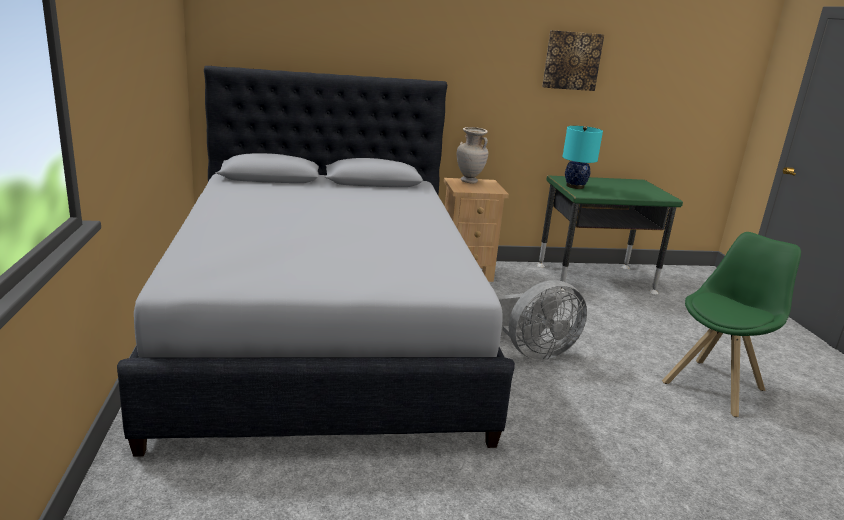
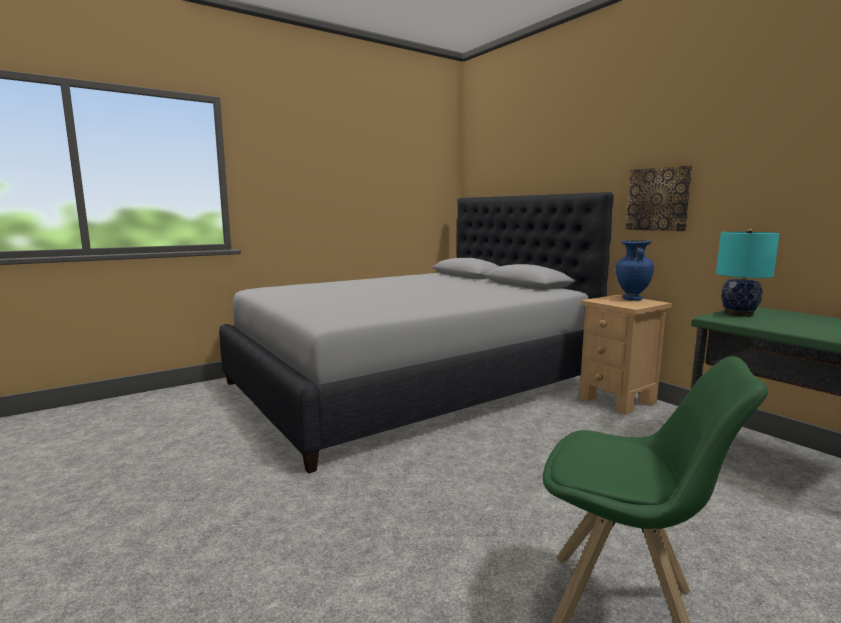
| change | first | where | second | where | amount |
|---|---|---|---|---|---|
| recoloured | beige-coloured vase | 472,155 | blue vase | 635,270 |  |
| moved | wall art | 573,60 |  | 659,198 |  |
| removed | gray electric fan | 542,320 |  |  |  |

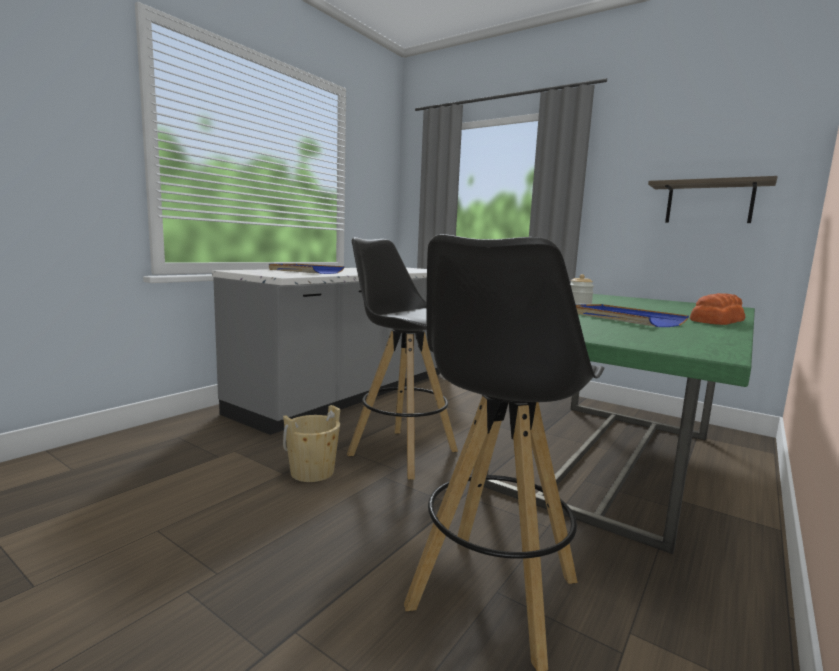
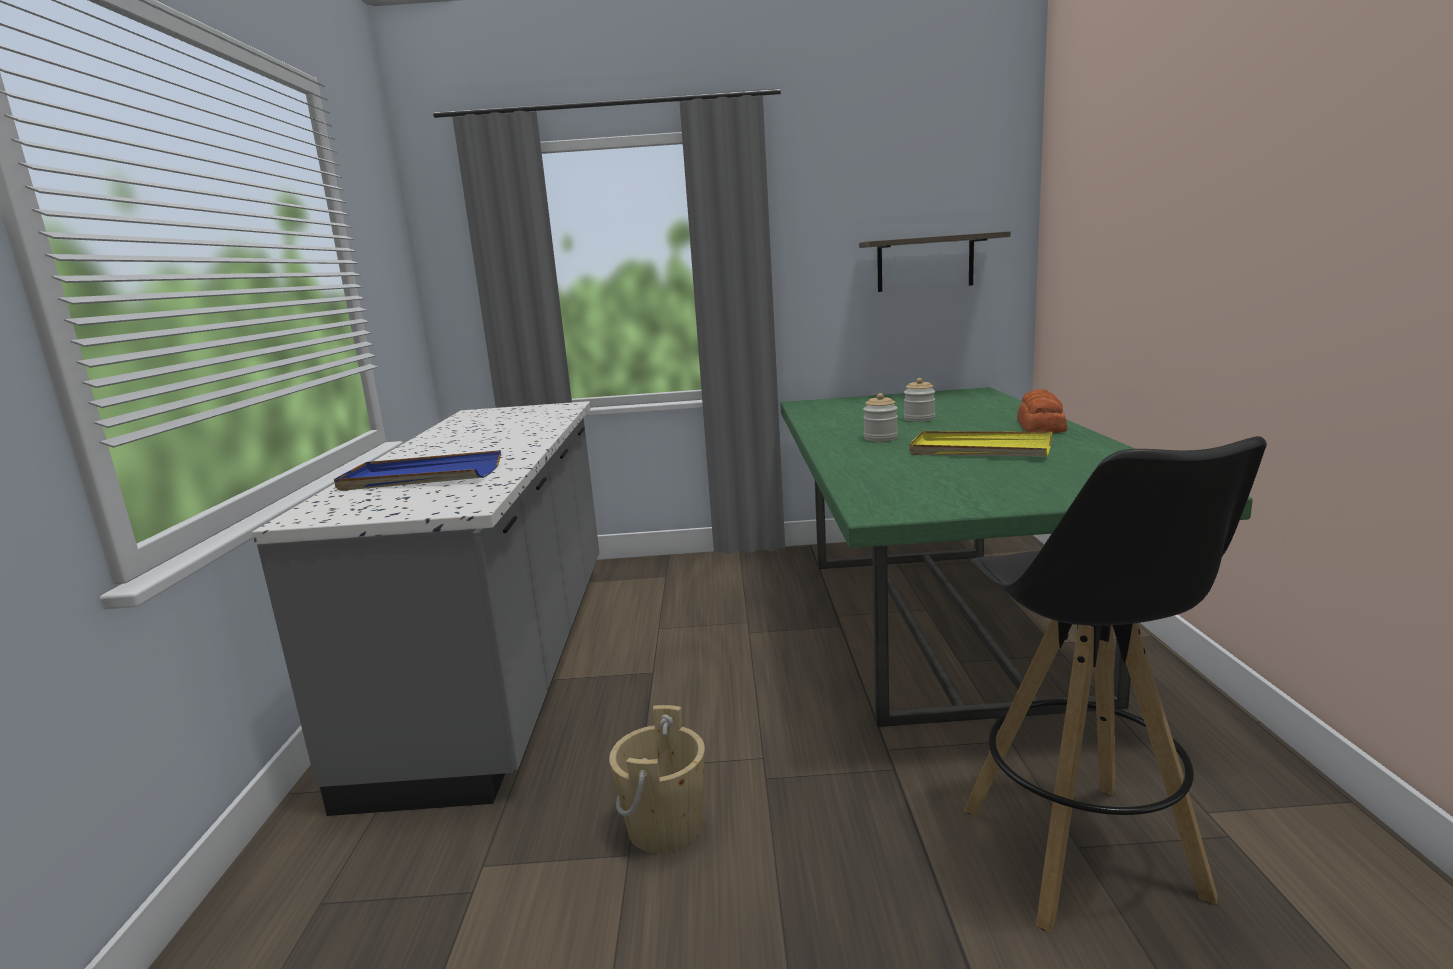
| change | first | where | second | where | amount |
|---|---|---|---|---|---|
| added |  |  | preserve jar | 919,400 |  |
| recoloured | blue carrying tray | 632,315 | yellow carrying tray | 980,444 |  |
| removed | blackish sitting stool | 402,358 |  |  |  |

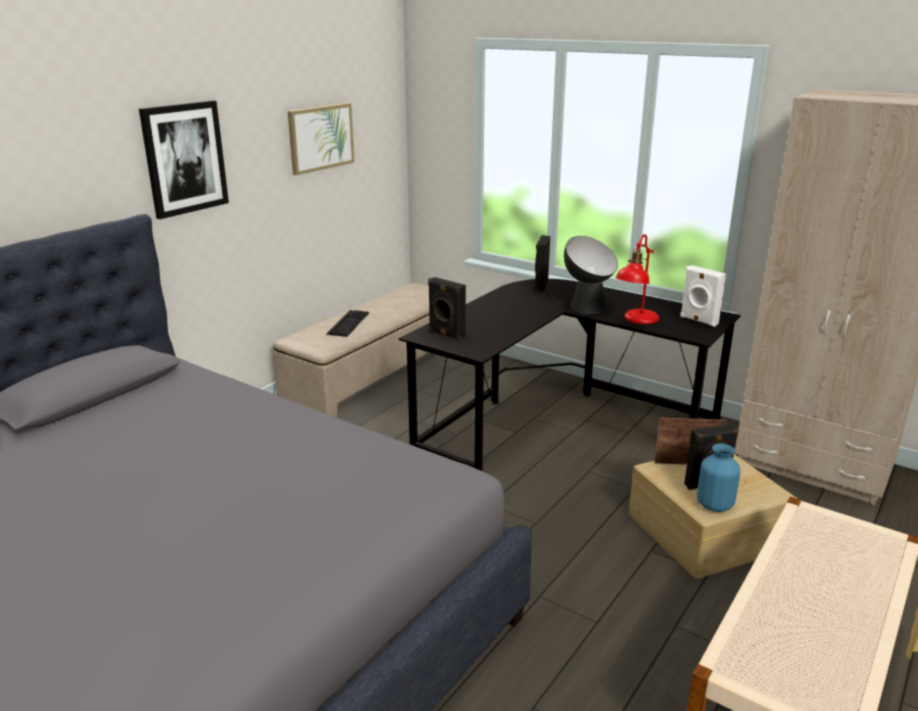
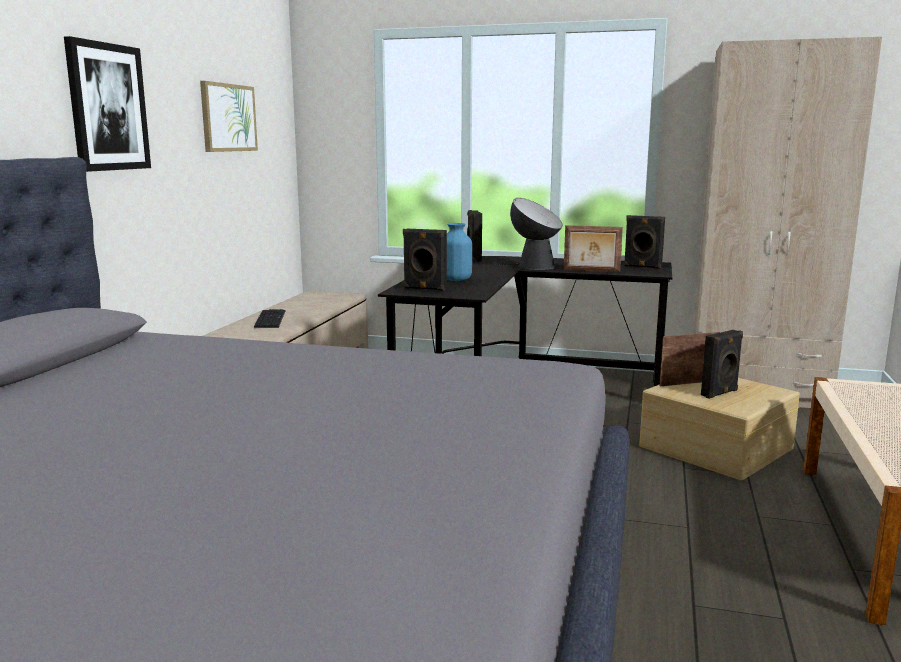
| change | first | where | second | where | amount |
|---|---|---|---|---|---|
| moved | blue vase | 718,477 |  | 459,252 |  |
| replaced | reddish lamp for a table | 637,279 | standing frame | 593,248 |  |
| recoloured | white speaker | 703,296 | blackish speaker | 644,242 |  |

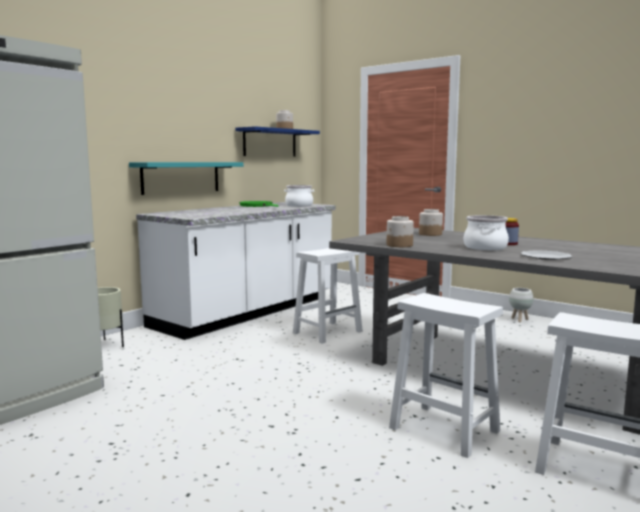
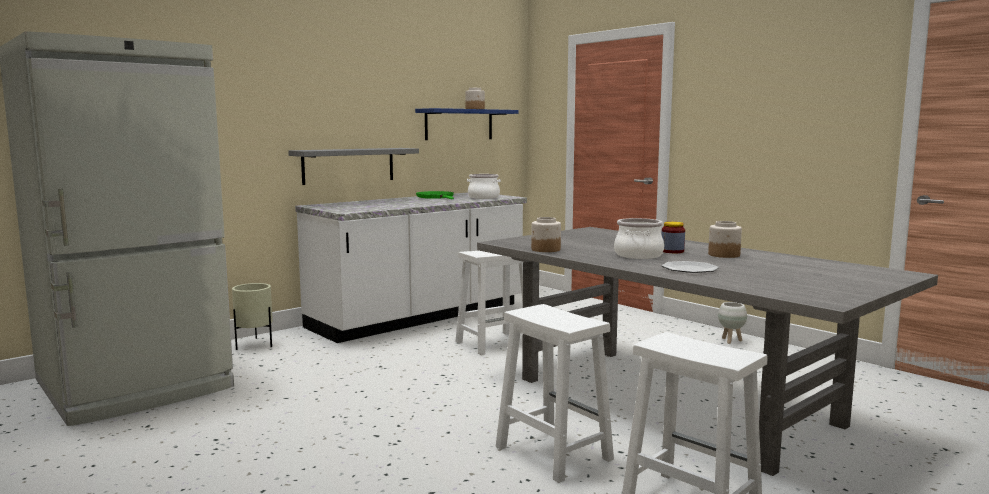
| change | first | where | second | where | amount |
|---|---|---|---|---|---|
| recoloured | turquoise-coloured shelf | 186,178 | gray shelf | 353,166 |  |
| moved | preserve jar | 431,222 |  | 725,239 |  |

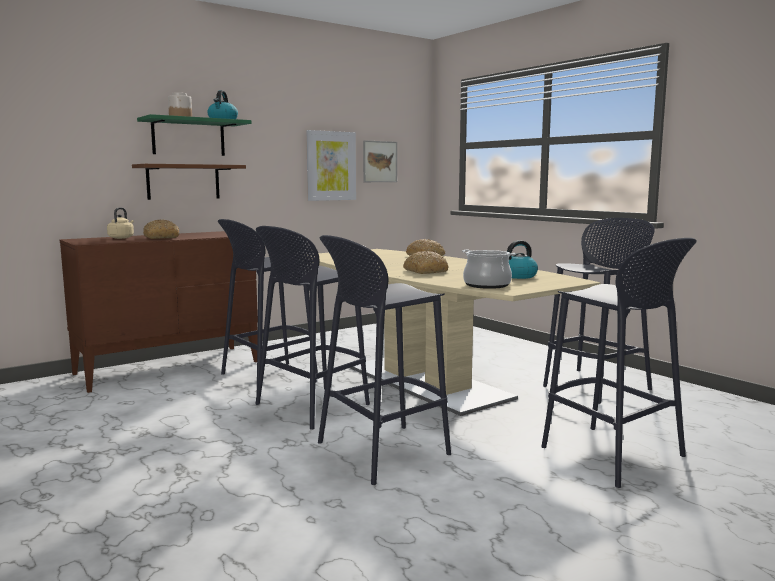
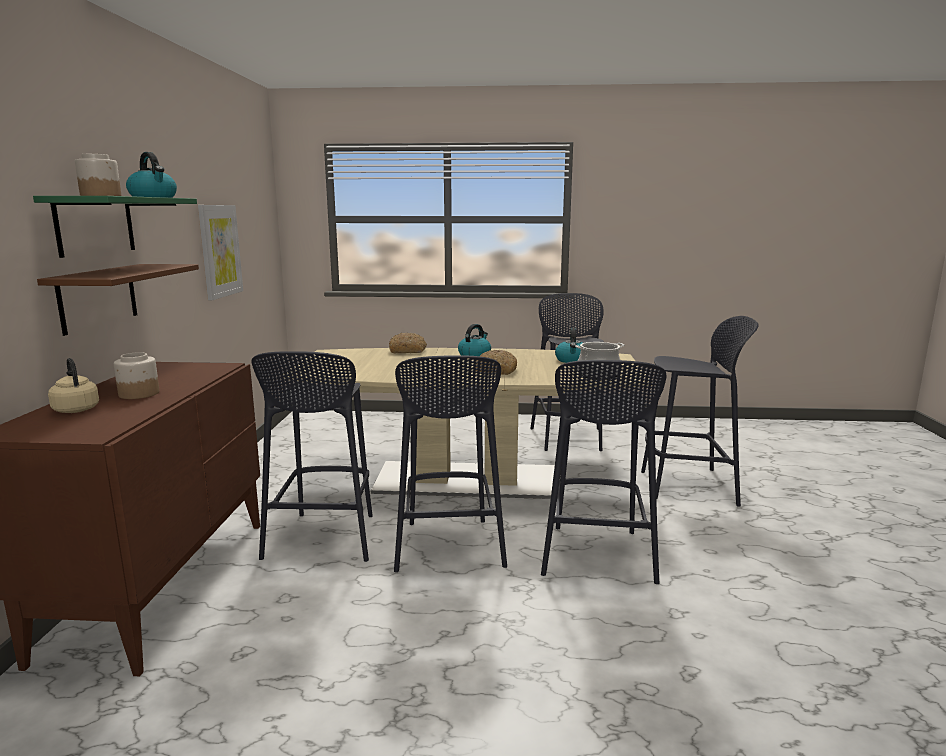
| change | first | where | second | where | amount |
|---|---|---|---|---|---|
| replaced | bakery bread | 161,229 | preserve jar | 136,375 |  |
| added |  |  | tea kettle | 474,340 |  |
| removed | wall art | 380,161 |  |  |  |

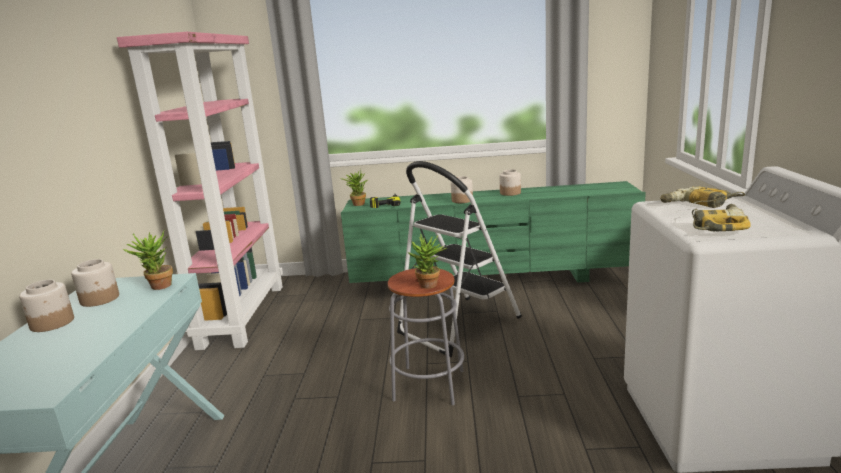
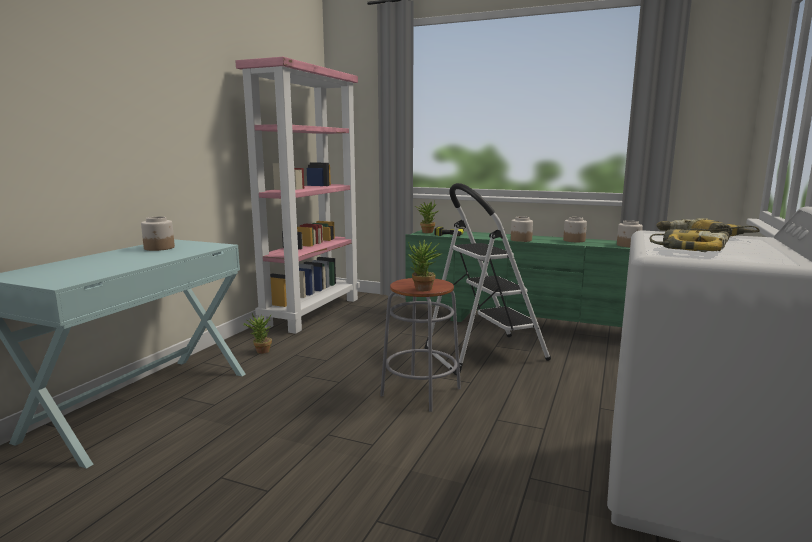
| change | first | where | second | where | amount |
|---|---|---|---|---|---|
| moved | plant in a pot | 148,260 |  | 258,334 |  |
| moved | preserve jar | 46,306 |  | 630,233 |  |

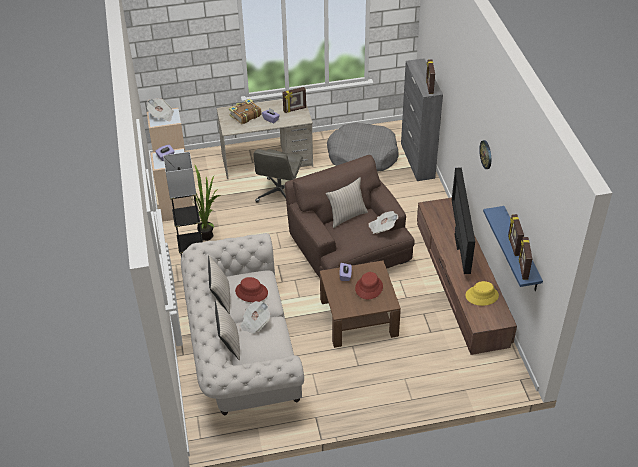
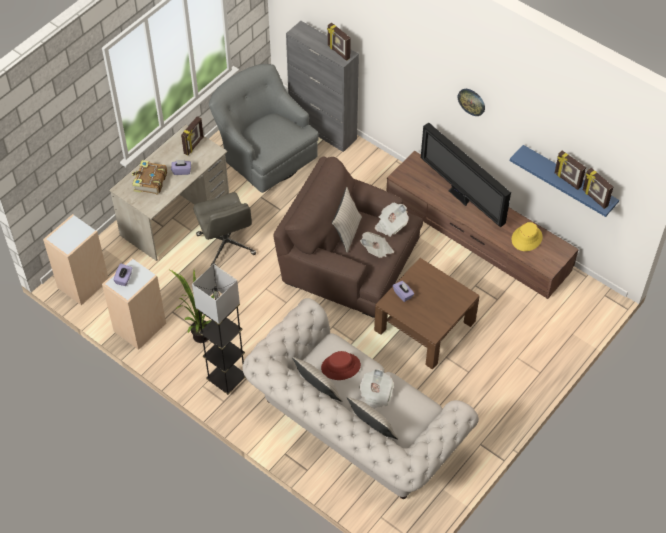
| change | first | where | second | where | amount |
|---|---|---|---|---|---|
| replaced | gray dog bed | 363,147 | gray easy chair | 264,128 |  |
| moved | newspaper | 160,109 |  | 377,245 |  |
| removed | reddish clothing hat | 369,285 |  |  |  |

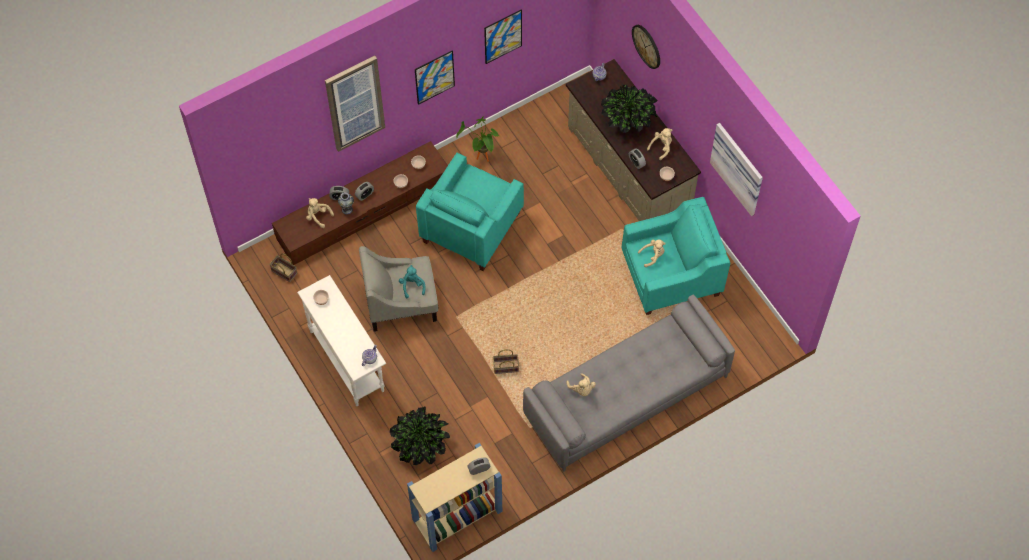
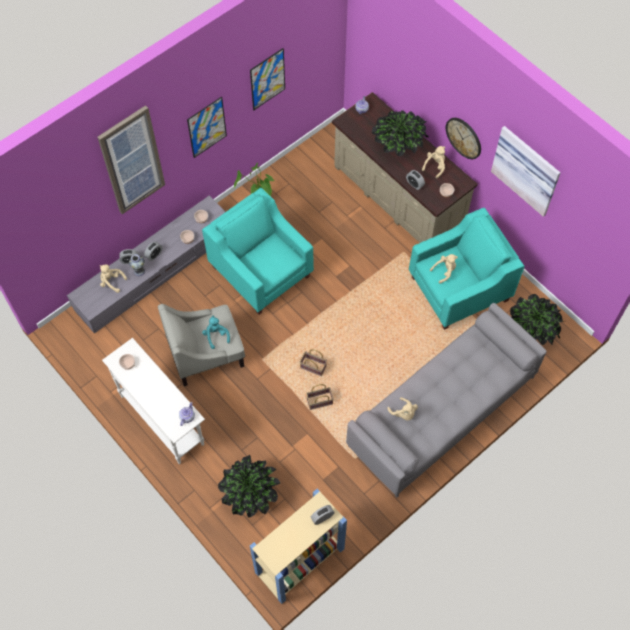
| change | first | where | second | where | amount |
|---|---|---|---|---|---|
| recoloured | brown-coloured tv stand | 360,203 | gray tv stand | 146,264 |  |
| turned | turquoise-coloured easy chair | 470,212 |  | 258,251 | 120 degrees clockwise |
| moved | storage basket | 283,267 |  | 313,362 |  |
| moved | hanging clock | 646,47 |  | 463,138 |  |
| added |  |  | plant in a pot | 537,319 |  |

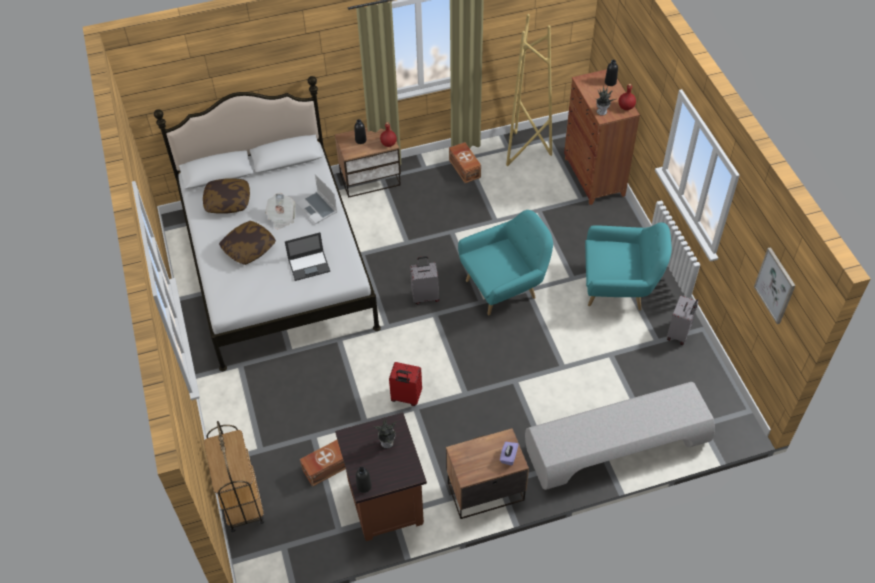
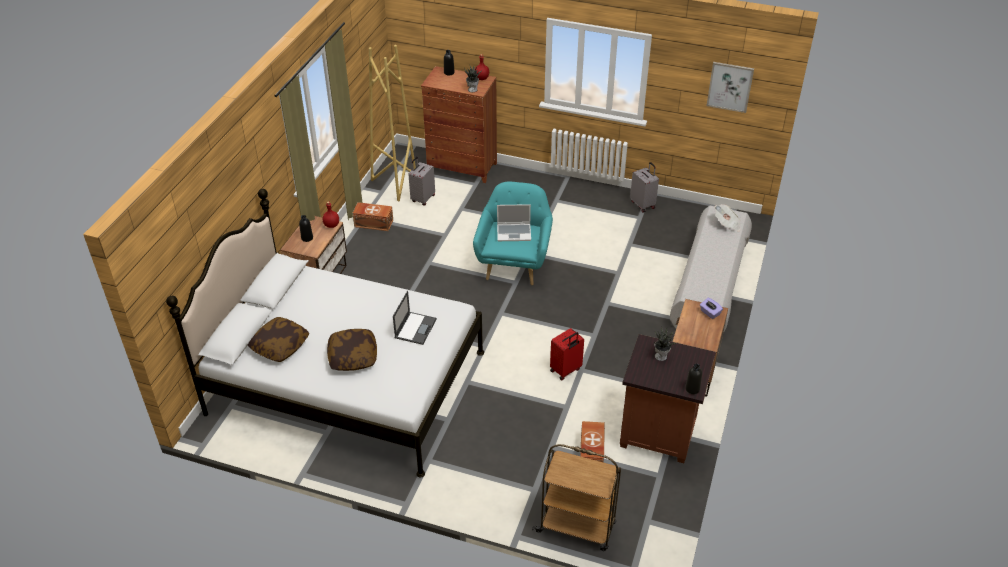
| change | first | where | second | where | amount |
|---|---|---|---|---|---|
| moved | gray travel case | 424,280 |  | 421,181 |  |
| moved | notebook computer | 316,199 |  | 514,222 |  |
| moved | newspaper | 280,211 |  | 727,217 |  |
| removed | turquoise-coloured easy chair | 628,266 |  |  |  |

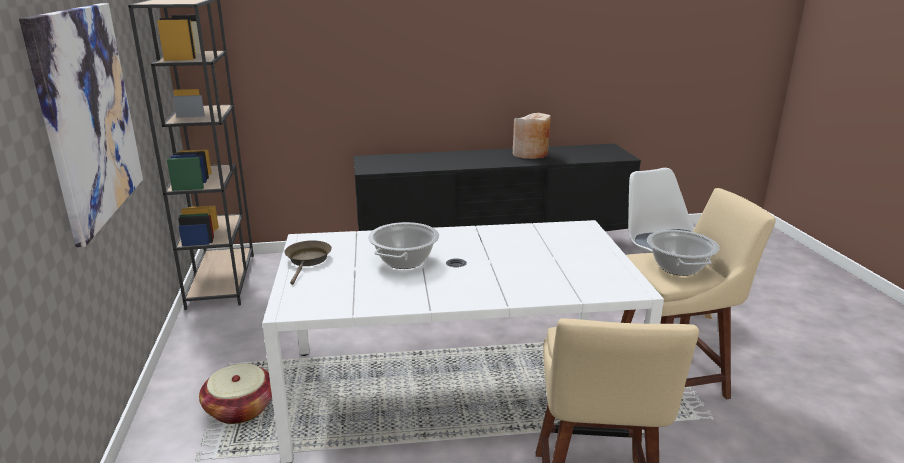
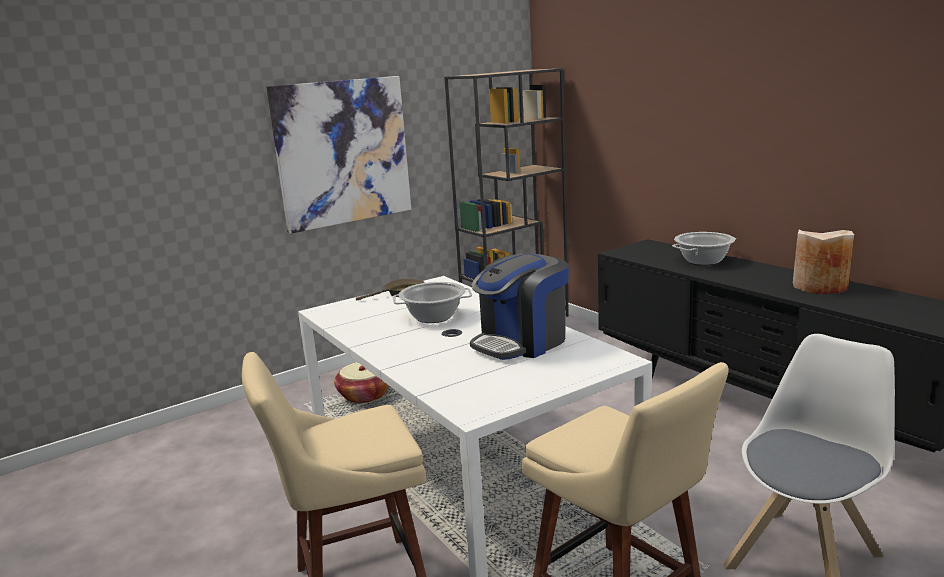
| change | first | where | second | where | amount |
|---|---|---|---|---|---|
| added |  |  | coffee machine | 519,307 |  |
| moved | stockpot | 683,253 |  | 704,248 |  |

